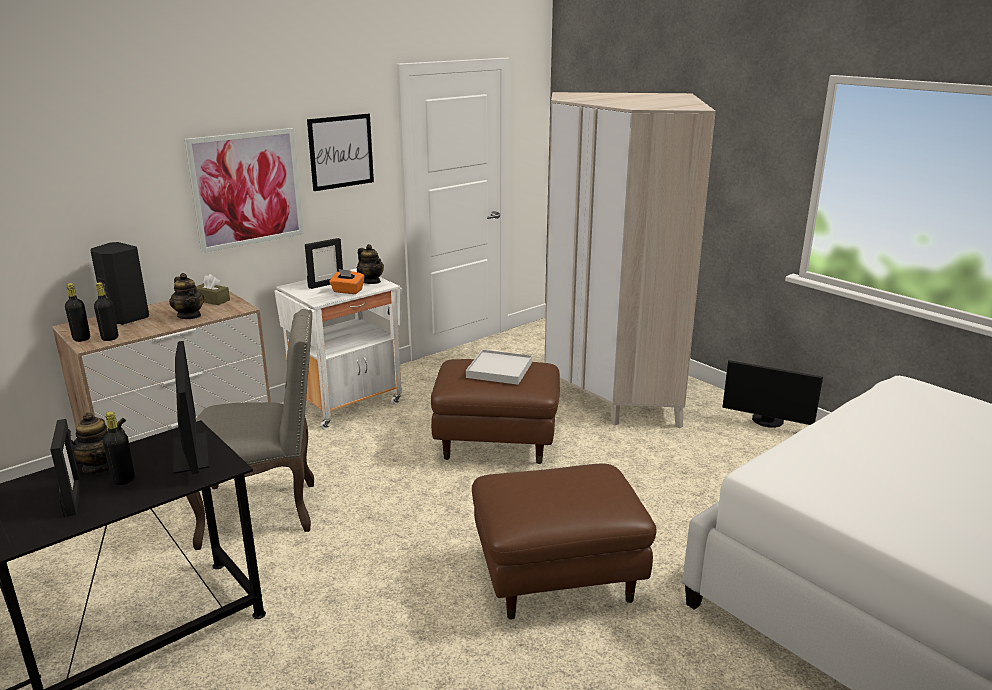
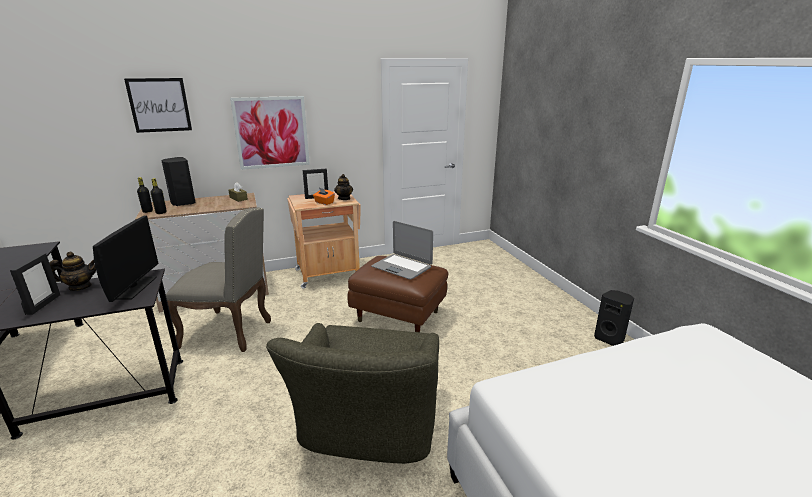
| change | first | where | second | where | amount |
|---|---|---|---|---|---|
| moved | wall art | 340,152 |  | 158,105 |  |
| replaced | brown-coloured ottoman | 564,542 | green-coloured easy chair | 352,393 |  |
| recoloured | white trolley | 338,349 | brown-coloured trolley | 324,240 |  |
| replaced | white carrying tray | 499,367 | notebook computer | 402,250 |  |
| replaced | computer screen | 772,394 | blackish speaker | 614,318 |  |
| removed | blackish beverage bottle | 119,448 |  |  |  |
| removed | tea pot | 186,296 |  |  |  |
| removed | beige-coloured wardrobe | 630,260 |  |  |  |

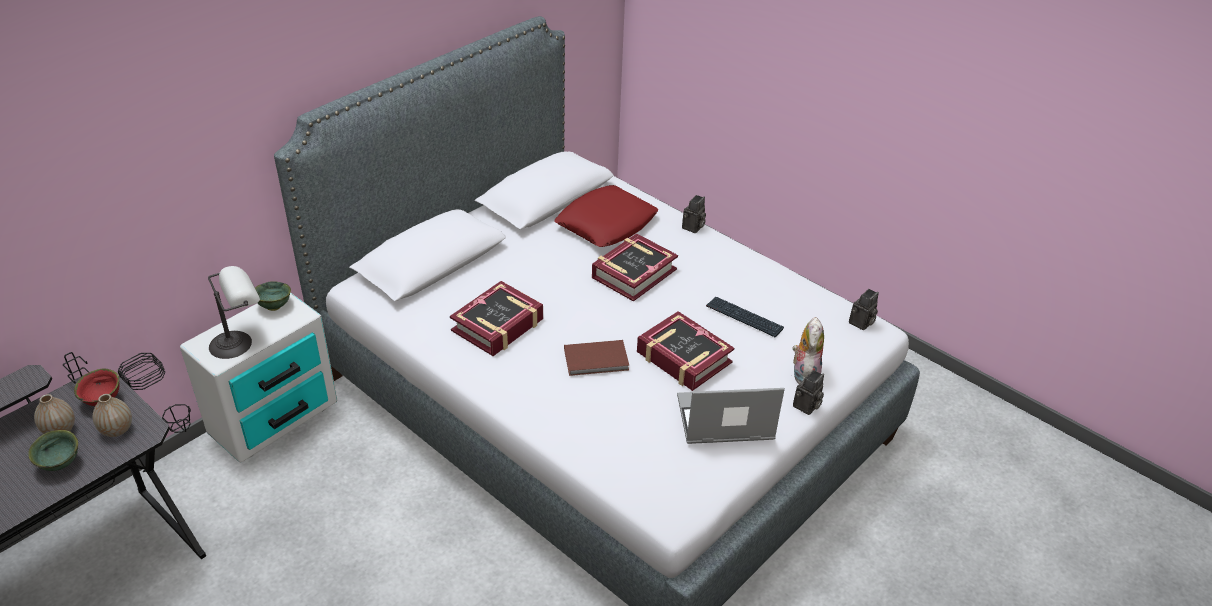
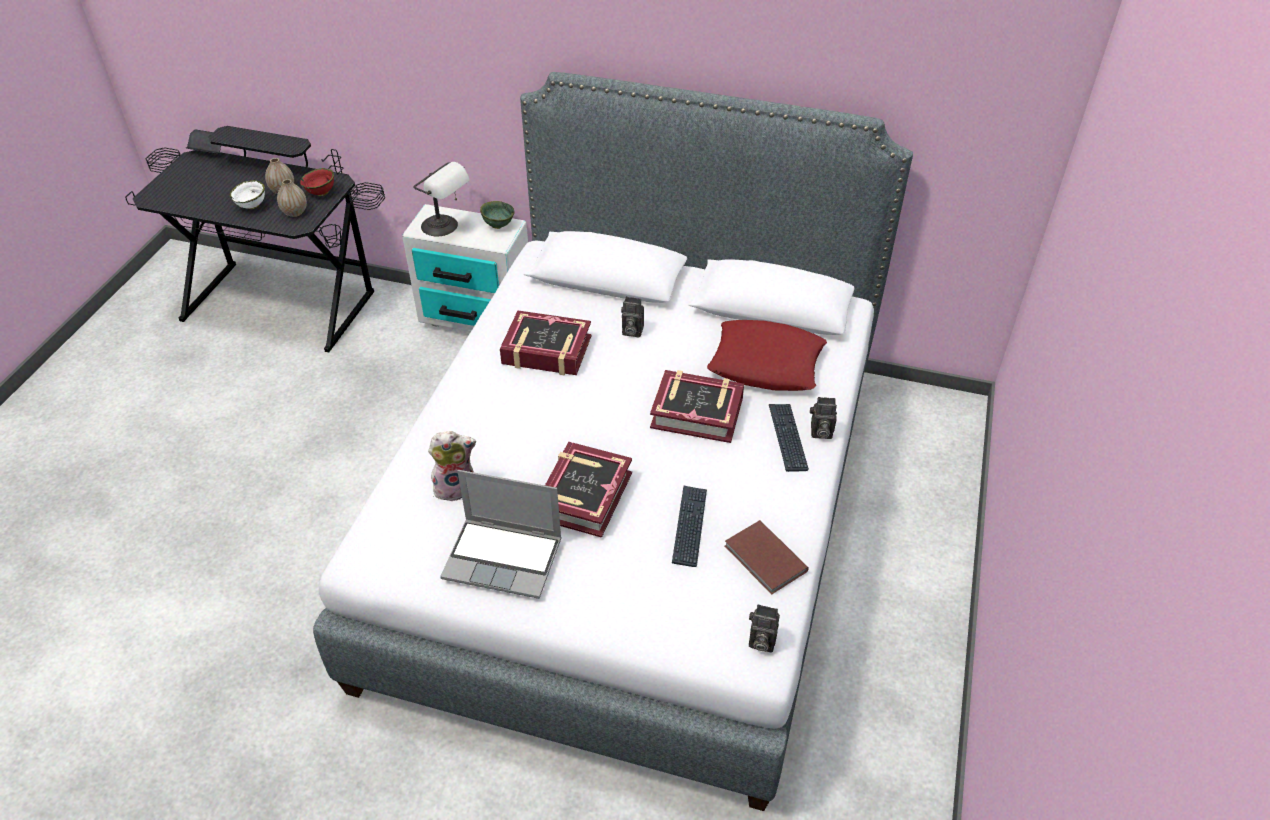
| change | first | where | second | where | amount |
|---|---|---|---|---|---|
| recoloured | green-coloured serving bowl | 53,450 | white serving bowl | 247,194 |  |
| moved | plush toy | 808,350 |  | 452,466 |  |
| turned | notebook computer | 731,416 |  | 501,534 | 135 degrees clockwise |
| moved | photo camera | 808,392 |  | 632,317 |  |
| moved | brown-coloured bound book | 596,358 |  | 767,557 |  |
| added |  |  | keyboard | 789,438 |  |

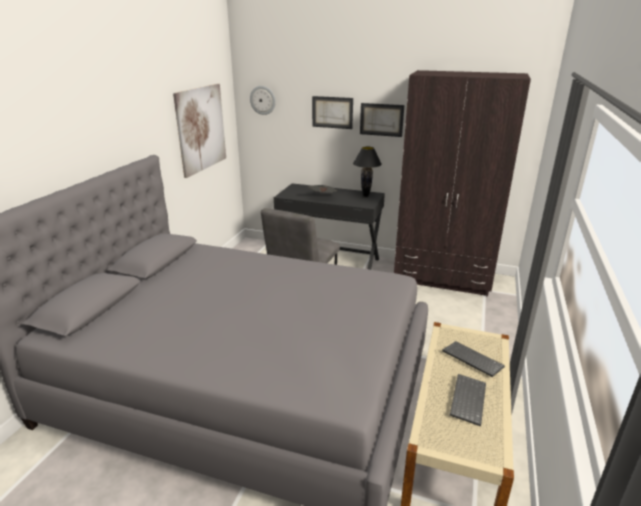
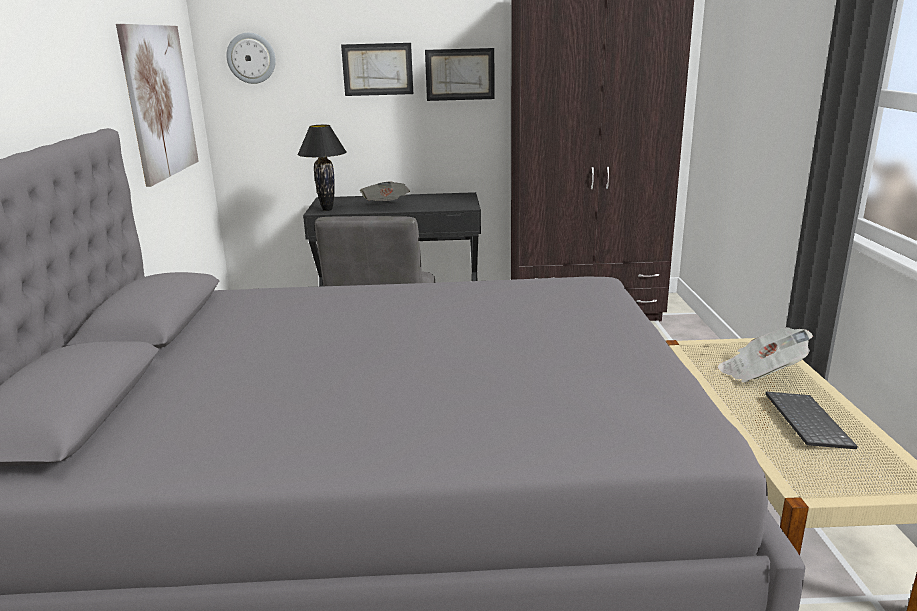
| change | first | where | second | where | amount |
|---|---|---|---|---|---|
| moved | blackish lamp for a table | 367,172 |  | 322,168 |  |
| replaced | keyboard | 473,359 | newspaper | 765,355 |  |

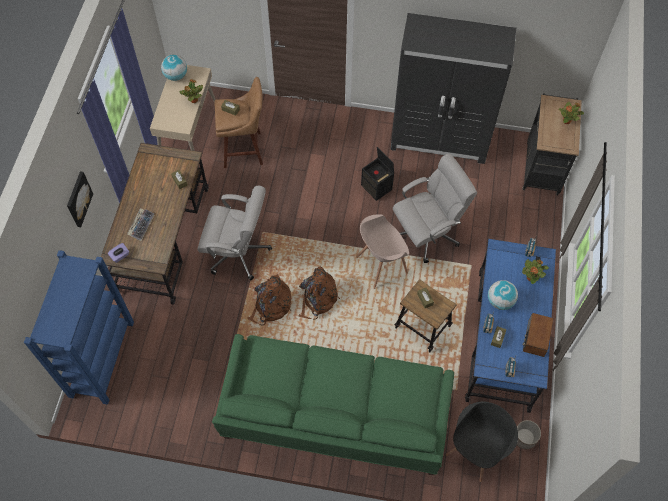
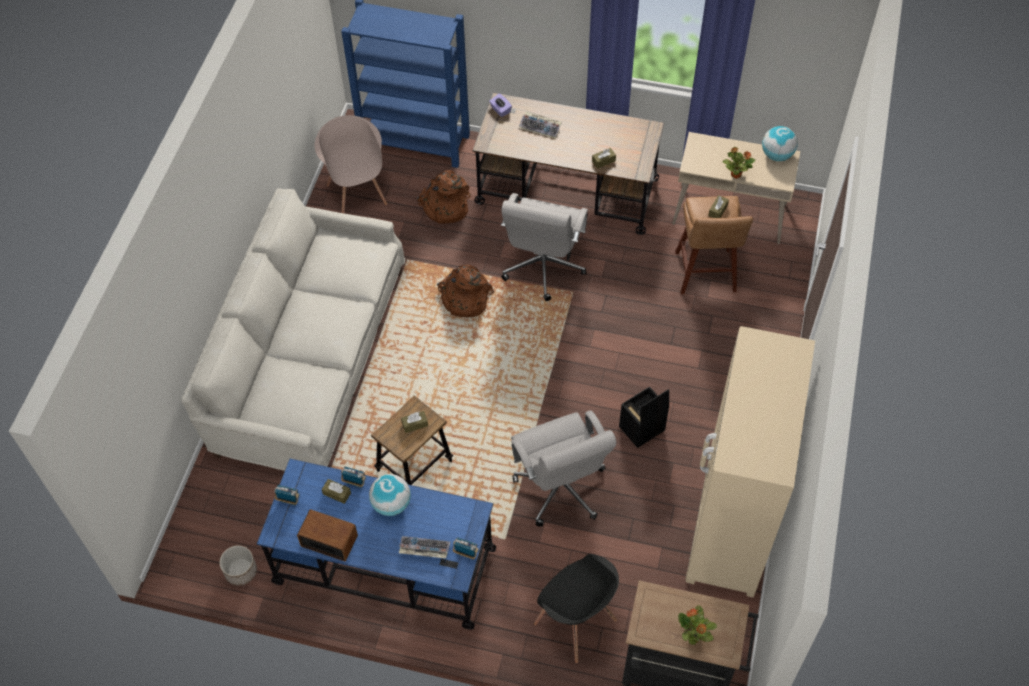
| change | first | where | second | where | amount |
|---|---|---|---|---|---|
| recoloured | green-coloured couch | 333,404 | white couch | 293,329 |  |
| moved | beige-coloured plain chair | 382,252 |  | 351,164 |  |
| replaced | plant in a pot | 535,271 | keyboard | 424,547 |  |
| moved | brown-coloured knapsack | 319,293 |  | 444,197 |  |
| moved | blackish plain chair | 482,442 |  | 576,608 |  |
| recoloured | blackish storage cabinet | 453,88 | beige-coloured storage cabinet | 750,462 |  |
| removed | wall art | 80,199 |  |  |  |

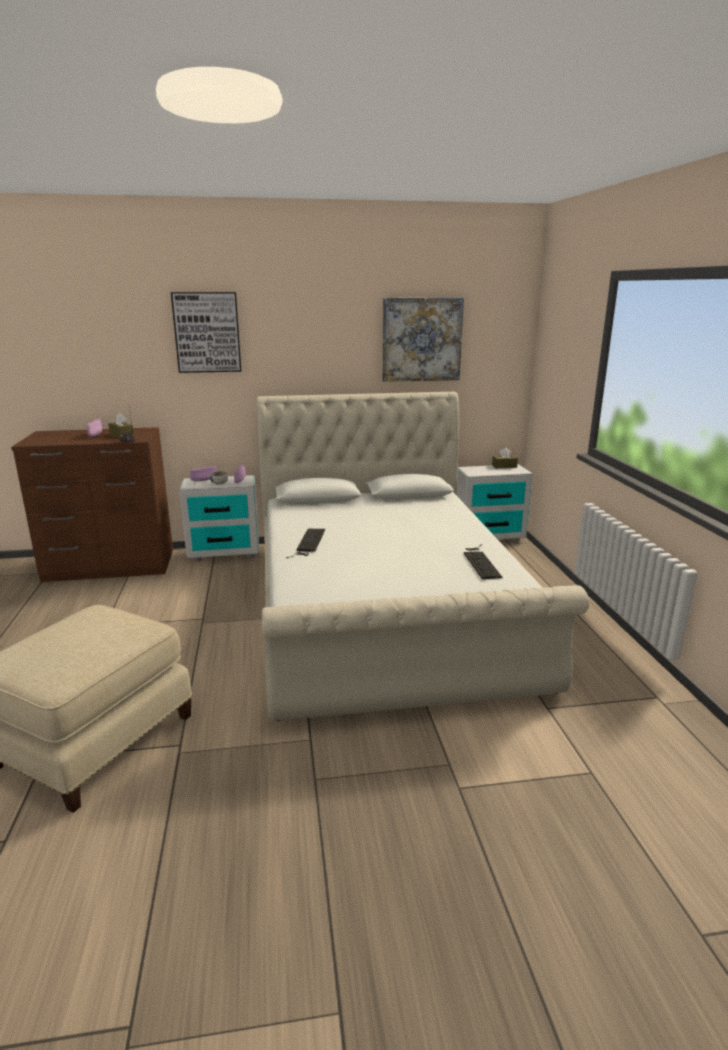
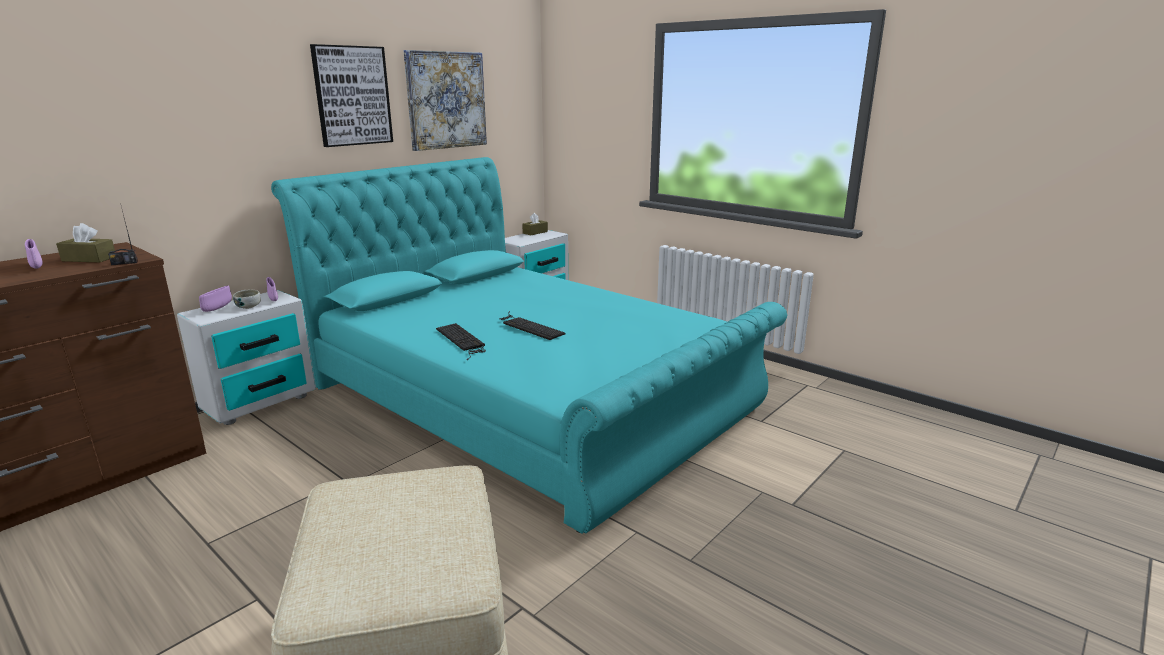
| change | first | where | second | where | amount |
|---|---|---|---|---|---|
| recoloured | beige-coloured sleeping bed | 423,556 | turquoise-coloured sleeping bed | 529,345 |  |
| moved | wall art | 206,332 |  | 351,95 |  |
| moved | keyboard | 483,561 |  | 532,325 |  |

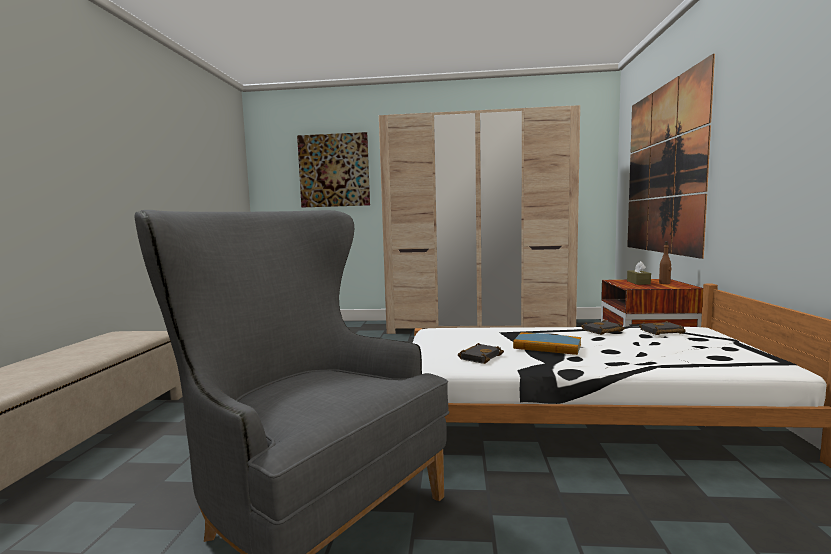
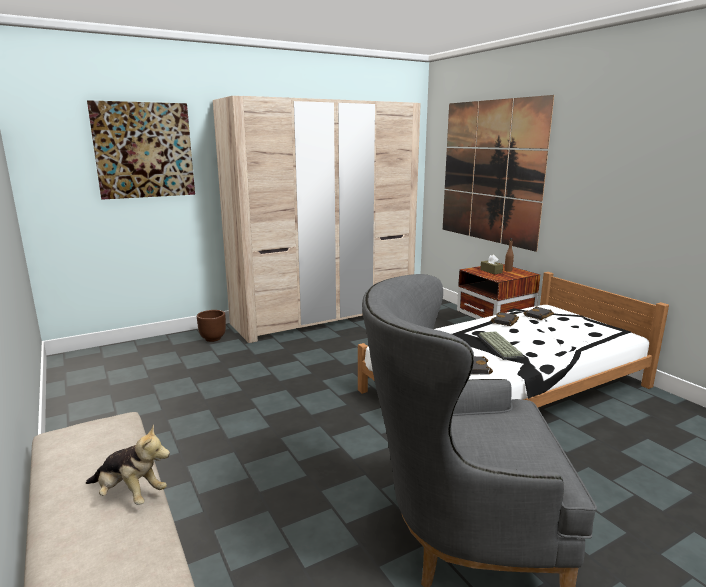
| change | first | where | second | where | amount |
|---|---|---|---|---|---|
| added |  |  | plush toy | 128,465 |  |
| added |  |  | brown-coloured planter | 211,326 |  |
| replaced | bound book | 547,343 | keyboard | 500,345 |  |

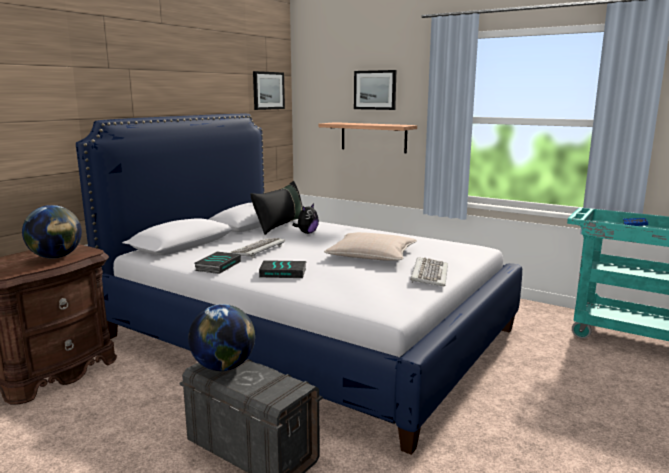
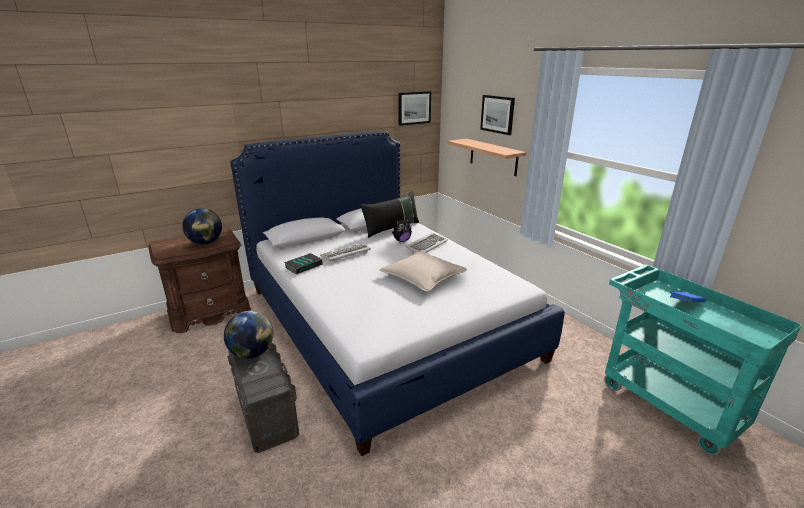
| change | first | where | second | where | amount |
|---|---|---|---|---|---|
| moved | keyboard | 429,271 |  | 426,243 |  |
| removed | bound book | 283,269 |  |  |  |

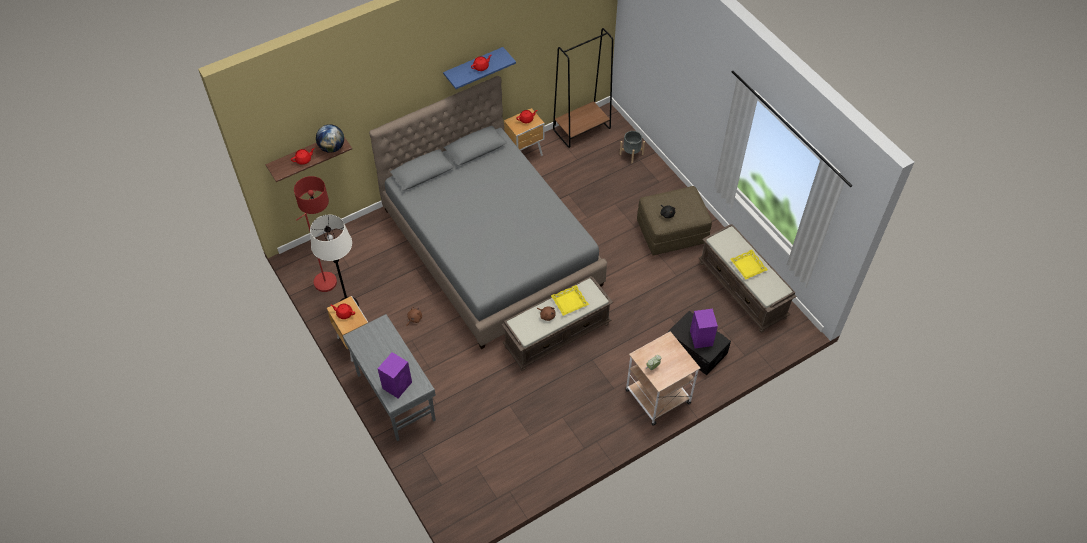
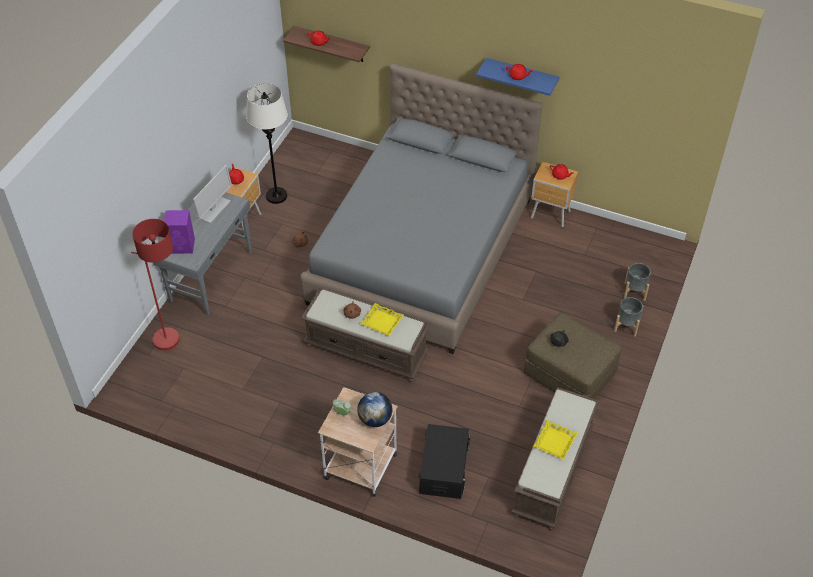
| change | first | where | second | where | amount |
|---|---|---|---|---|---|
| moved | reddish standing lamp | 315,234 |  | 155,284 |  |
| added |  |  | computer screen | 212,194 |  |
| moved | world globe | 330,138 |  | 375,409 |  |
| added |  |  | gray planter | 629,317 |  |
| removed | garment stand | 583,88 |  |  |  |
| removed | purple-coloured speaker | 704,328 |  |  |  |

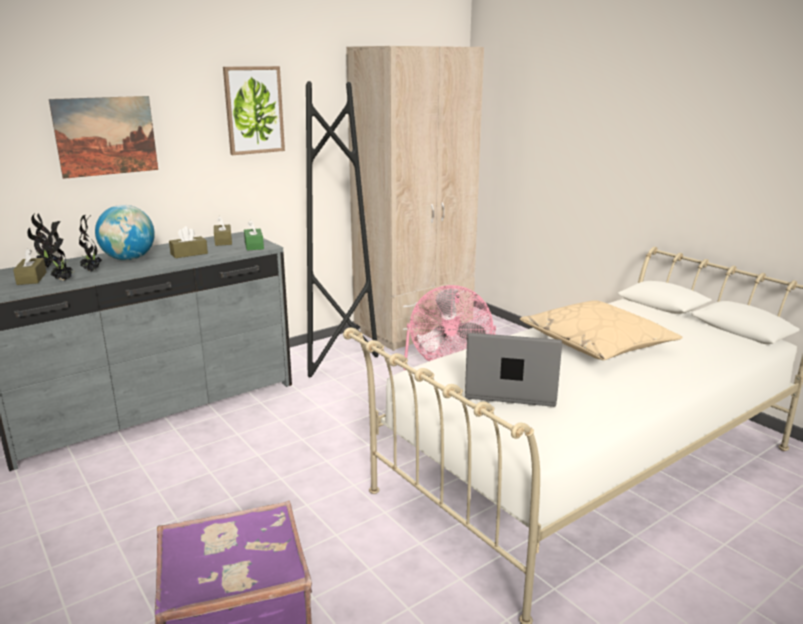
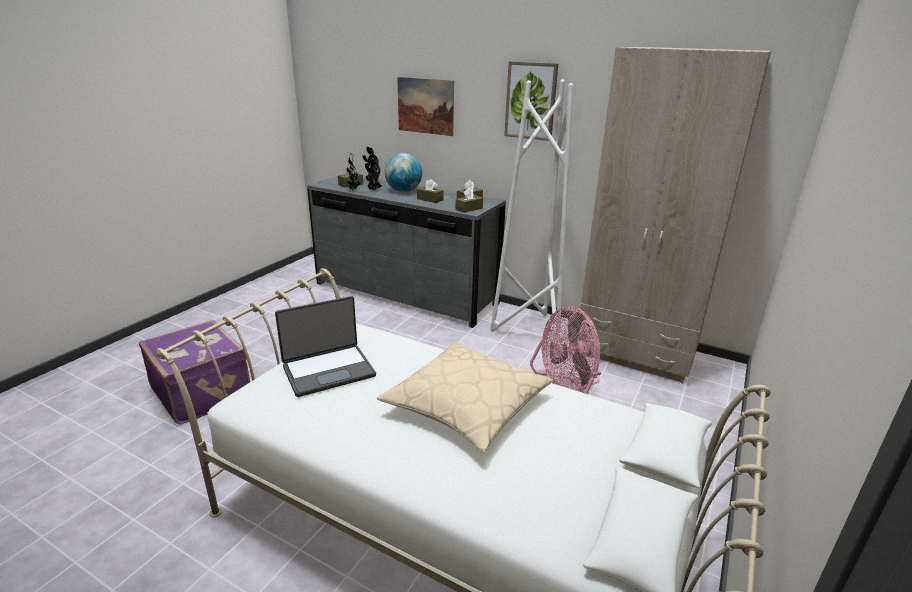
| change | first | where | second | where | amount |
|---|---|---|---|---|---|
| turned | notebook computer | 513,370 |  | 325,346 | 75 degrees clockwise |
| recoloured | green-coloured tissue box | 254,235 | brown-coloured tissue box | 469,200 |  |
| recoloured | blackish garment stand | 342,229 | white garment stand | 531,211 |  |

